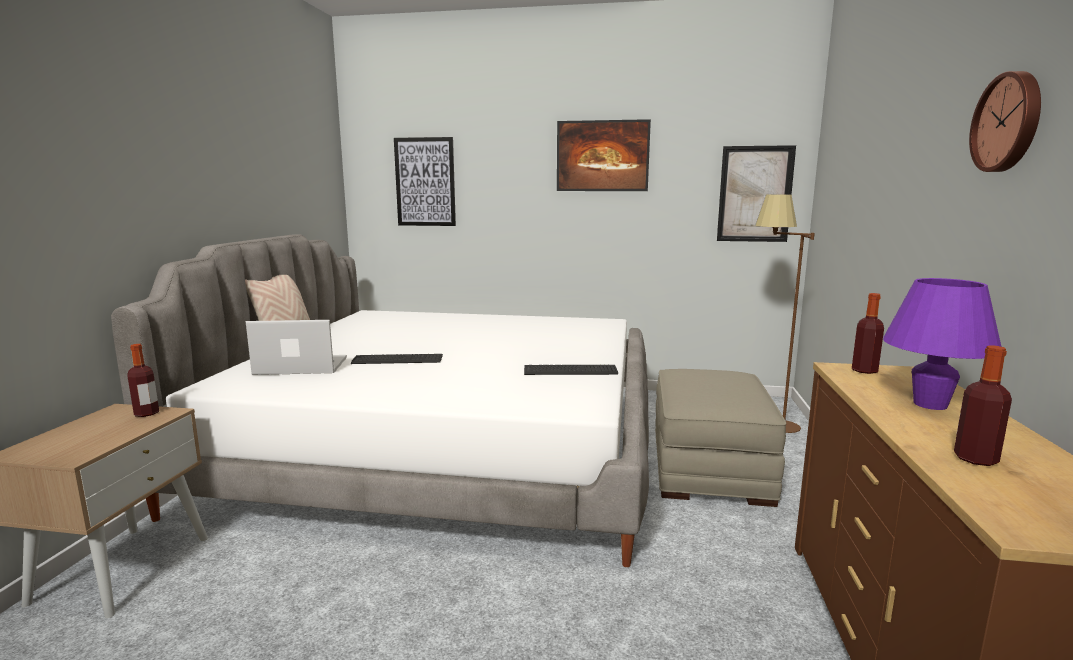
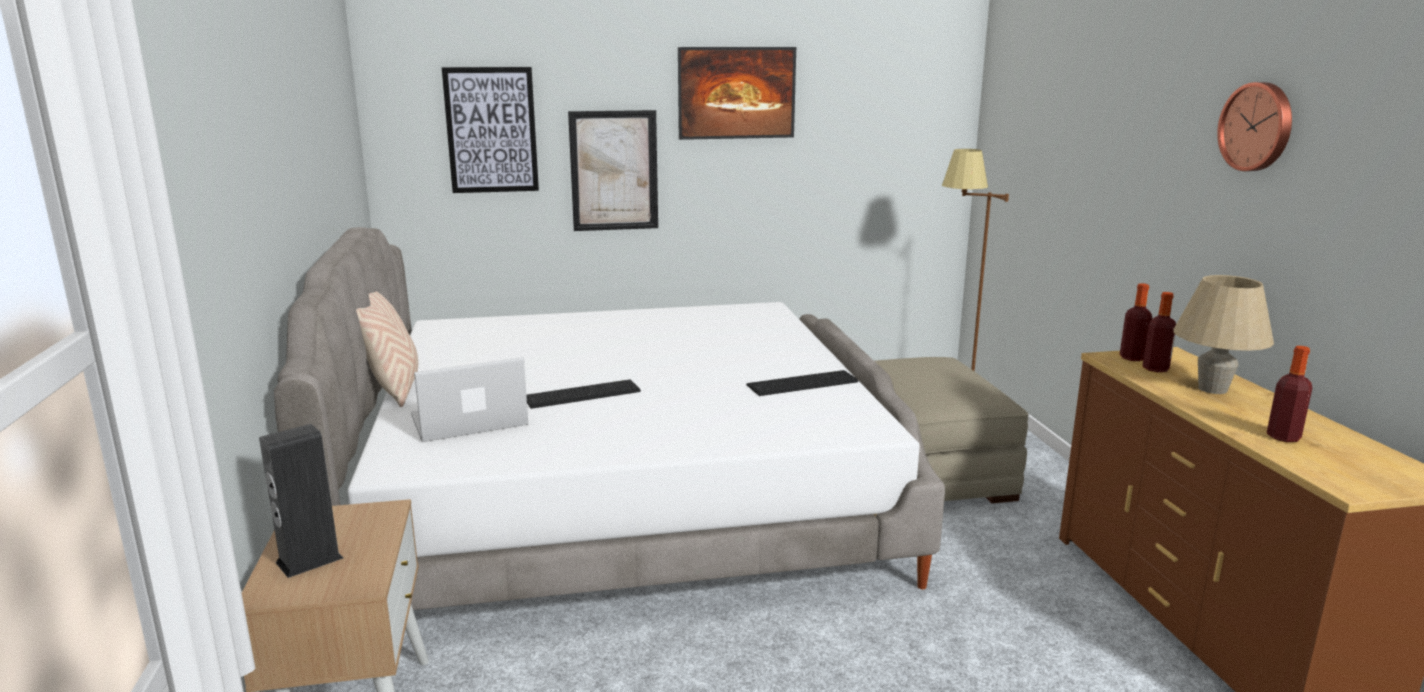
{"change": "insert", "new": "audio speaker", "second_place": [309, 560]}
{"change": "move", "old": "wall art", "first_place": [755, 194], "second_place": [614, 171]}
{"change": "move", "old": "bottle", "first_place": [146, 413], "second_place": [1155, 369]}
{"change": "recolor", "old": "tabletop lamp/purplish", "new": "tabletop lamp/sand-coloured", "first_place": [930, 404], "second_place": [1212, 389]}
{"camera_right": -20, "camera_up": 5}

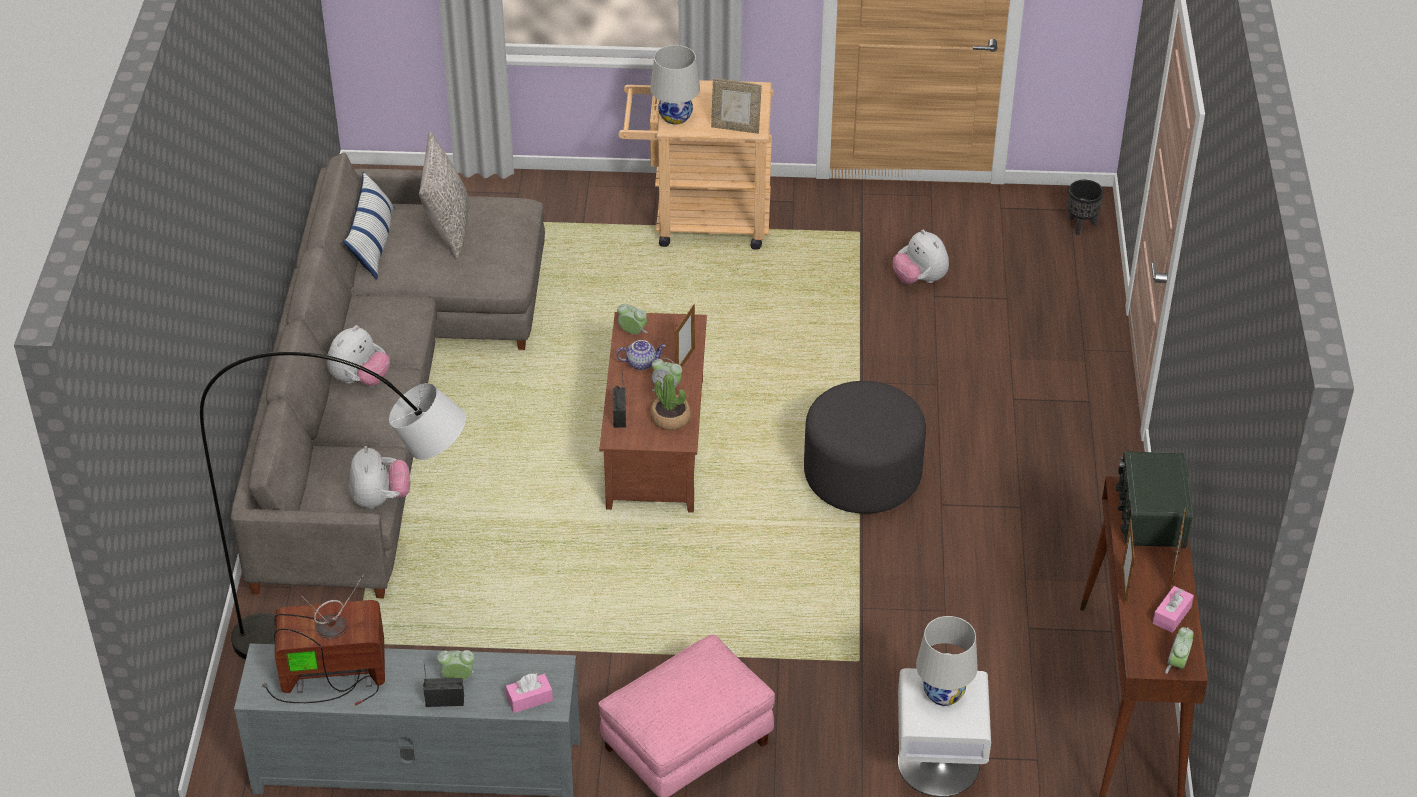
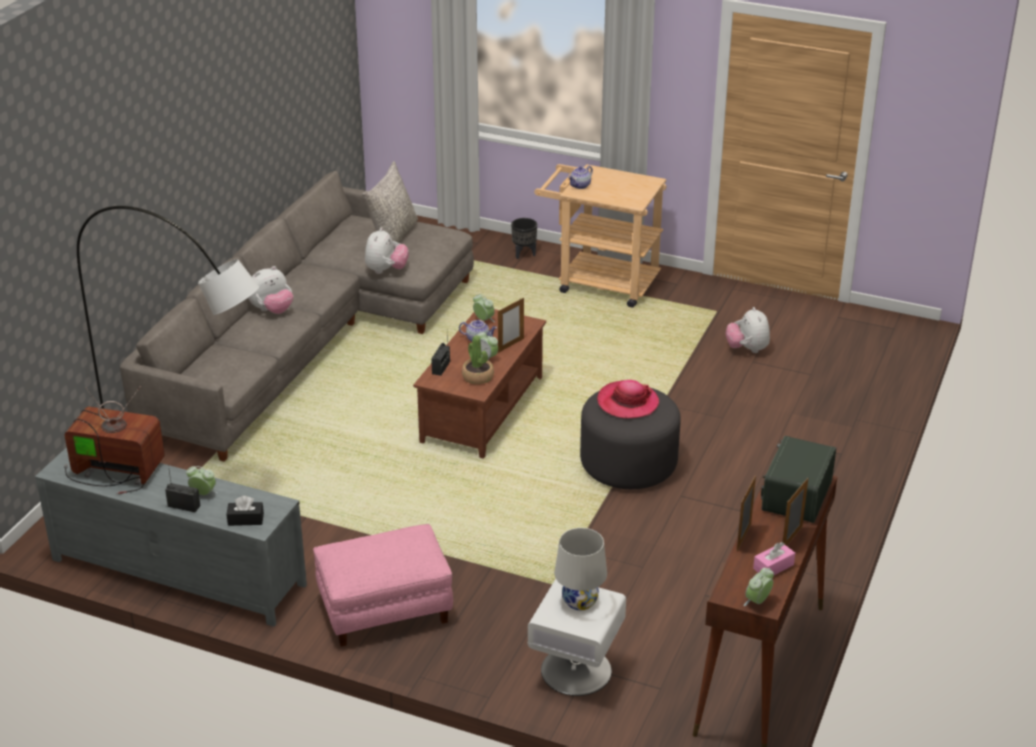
{"change": "recolor", "old": "tissue holder/pink-coloured", "new": "tissue holder/black", "first_place": [529, 699], "second_place": [245, 519]}
{"change": "move", "old": "plush toy", "first_place": [380, 499], "second_place": [386, 270]}
{"change": "move", "old": "flower pot/black", "first_place": [1081, 226], "second_place": [524, 254]}
{"change": "replace", "old": "tabletop lamp/white-coloured", "new": "pot for tea", "first_place": [675, 116], "second_place": [580, 186]}
{"change": "insert", "new": "clothing hat", "second_place": [627, 402]}
{"change": "delete", "old": "pillow", "first_place": [373, 243]}
{"change": "delete", "old": "photo frame", "first_place": [735, 128]}
{"camera_right": 20, "camera_up": -10}

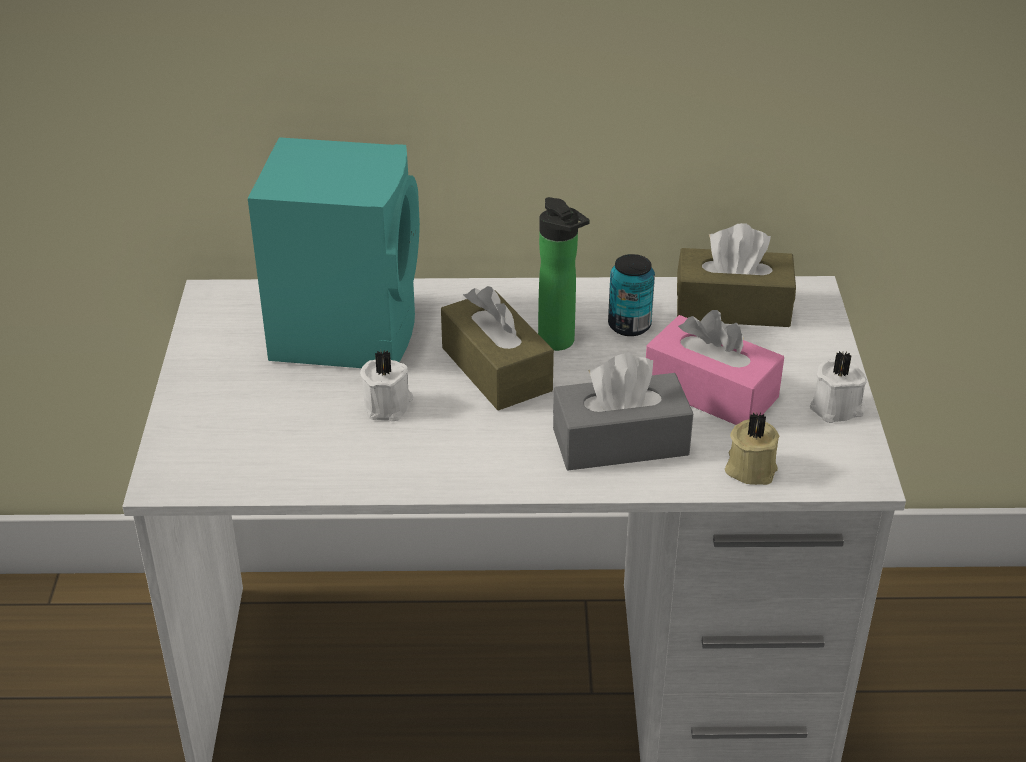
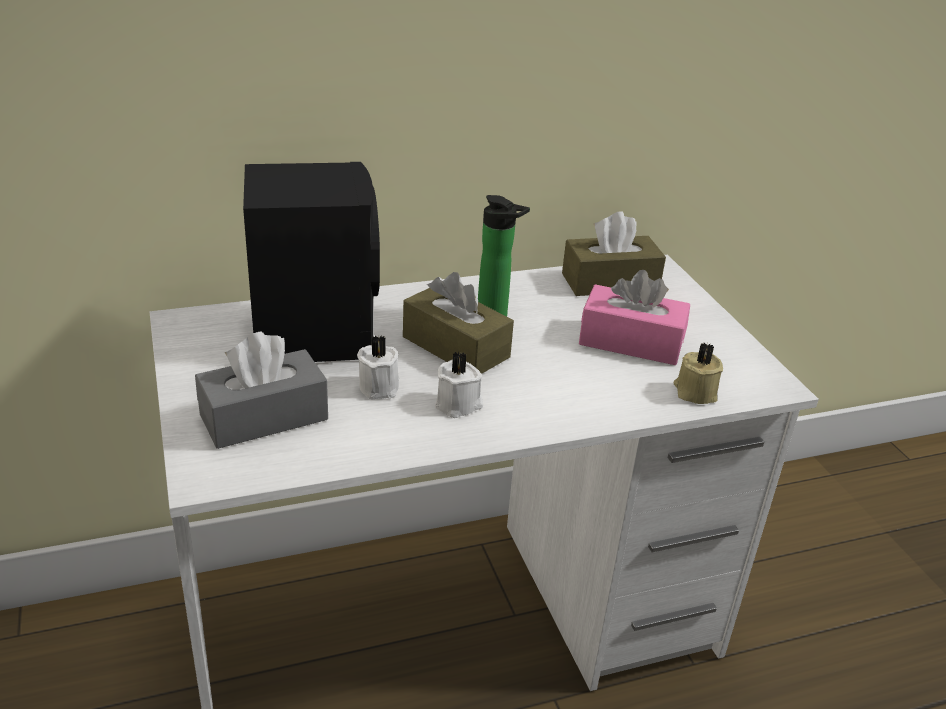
{"change": "move", "old": "tissue holder/greyish", "first_place": [620, 442], "second_place": [264, 417]}
{"change": "recolor", "old": "audio speaker/blue-green", "new": "audio speaker/black", "first_place": [347, 330], "second_place": [314, 333]}
{"change": "move", "old": "wax light/white-coloured", "first_place": [837, 408], "second_place": [459, 405]}
{"change": "delete", "old": "sealed can", "first_place": [629, 325]}
{"camera_right": -20, "camera_up": -5}

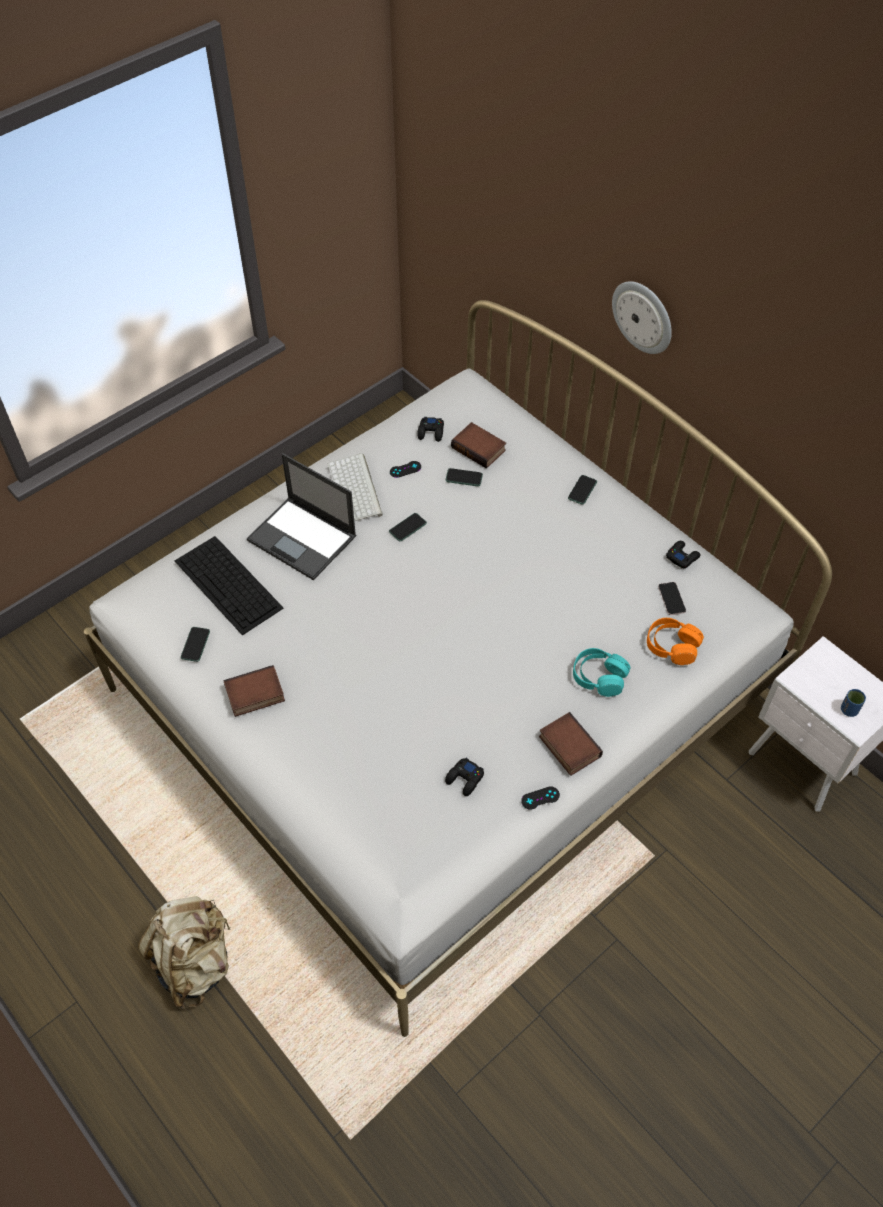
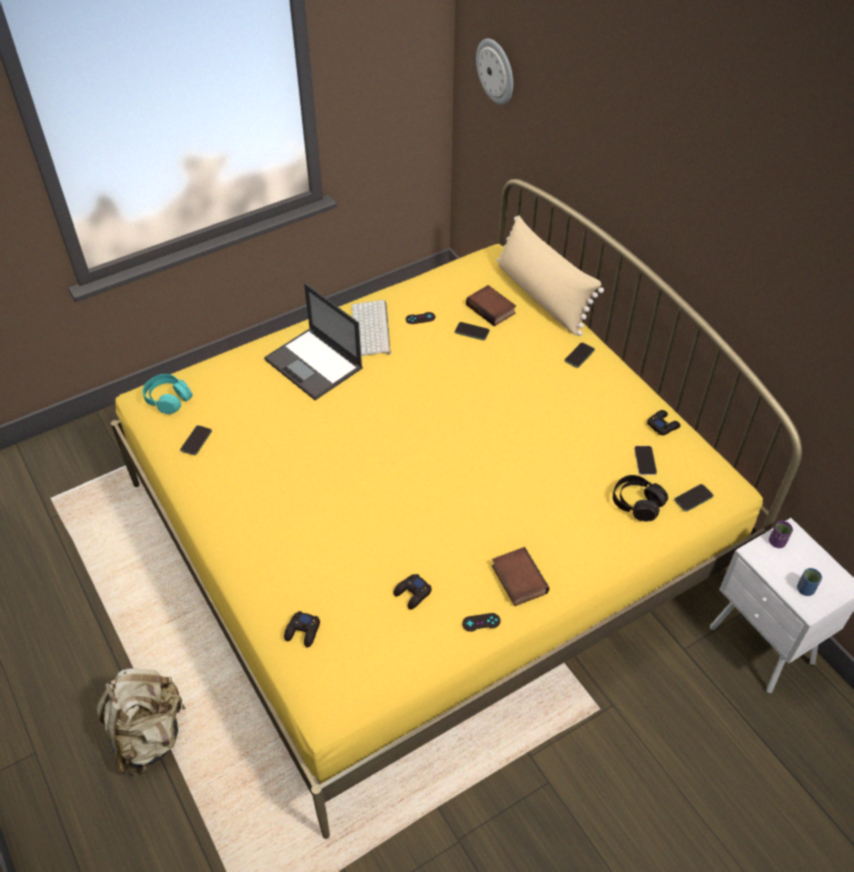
{"change": "recolor", "old": "sleeping bed/white-coloured", "new": "sleeping bed/yellow", "first_place": [442, 697], "second_place": [427, 534]}
{"change": "move", "old": "headset/blue-green", "first_place": [599, 677], "second_place": [168, 399]}
{"change": "move", "old": "game controller/black", "first_place": [431, 432], "second_place": [303, 632]}
{"change": "move", "old": "hanging clock", "first_place": [643, 316], "second_place": [496, 71]}
{"change": "insert", "new": "pillow/sand-coloured", "second_place": [542, 296]}
{"change": "recolor", "old": "headset/orange-coloured", "new": "headset/black", "first_place": [672, 646], "second_place": [637, 503]}
{"change": "move", "old": "telephone", "first_place": [407, 527], "second_place": [693, 498]}
{"change": "insert", "new": "drinking cup/purplish", "second_place": [777, 542]}
{"change": "delete", "old": "computer keyboard", "first_place": [229, 585]}
{"change": "delete", "old": "book", "first_place": [254, 695]}
{"camera_right": 10, "camera_up": -5}

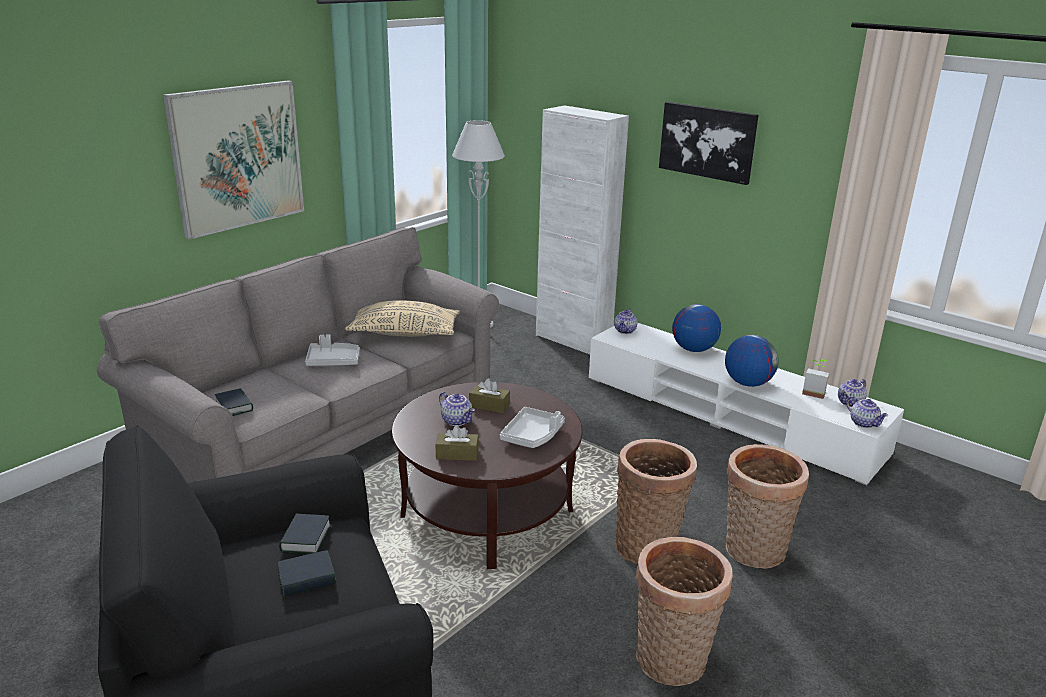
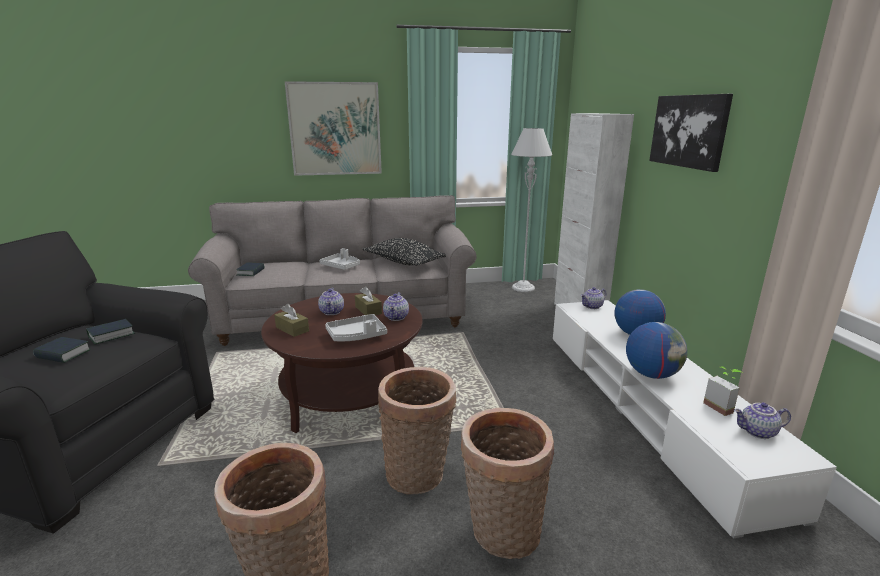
{"change": "recolor", "old": "pillow/sand-coloured", "new": "pillow/black", "first_place": [404, 333], "second_place": [404, 262]}
{"change": "move", "old": "pot for tea", "first_place": [864, 423], "second_place": [396, 317]}
{"camera_right": 40, "camera_up": -5}

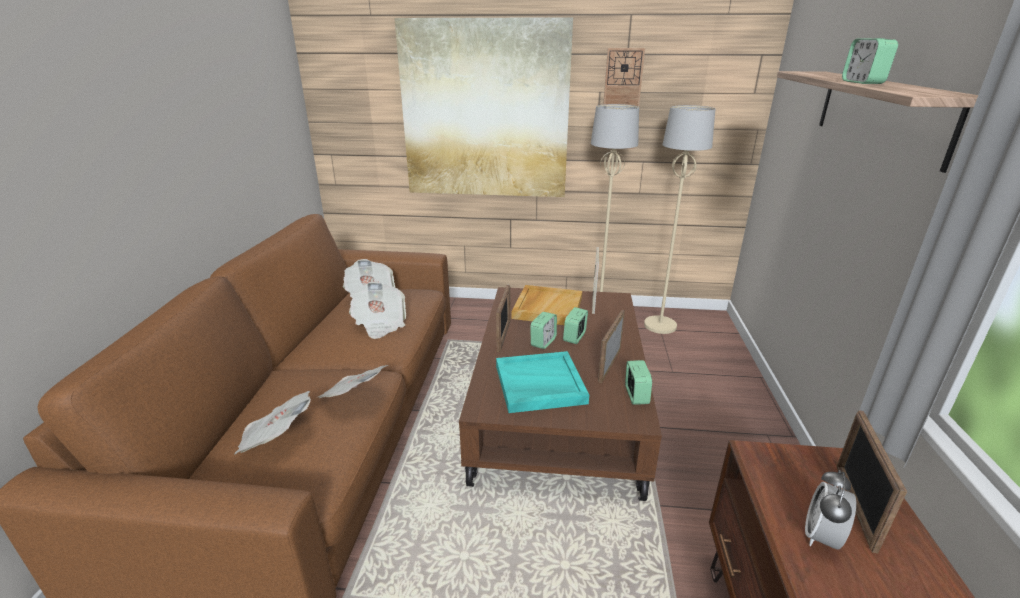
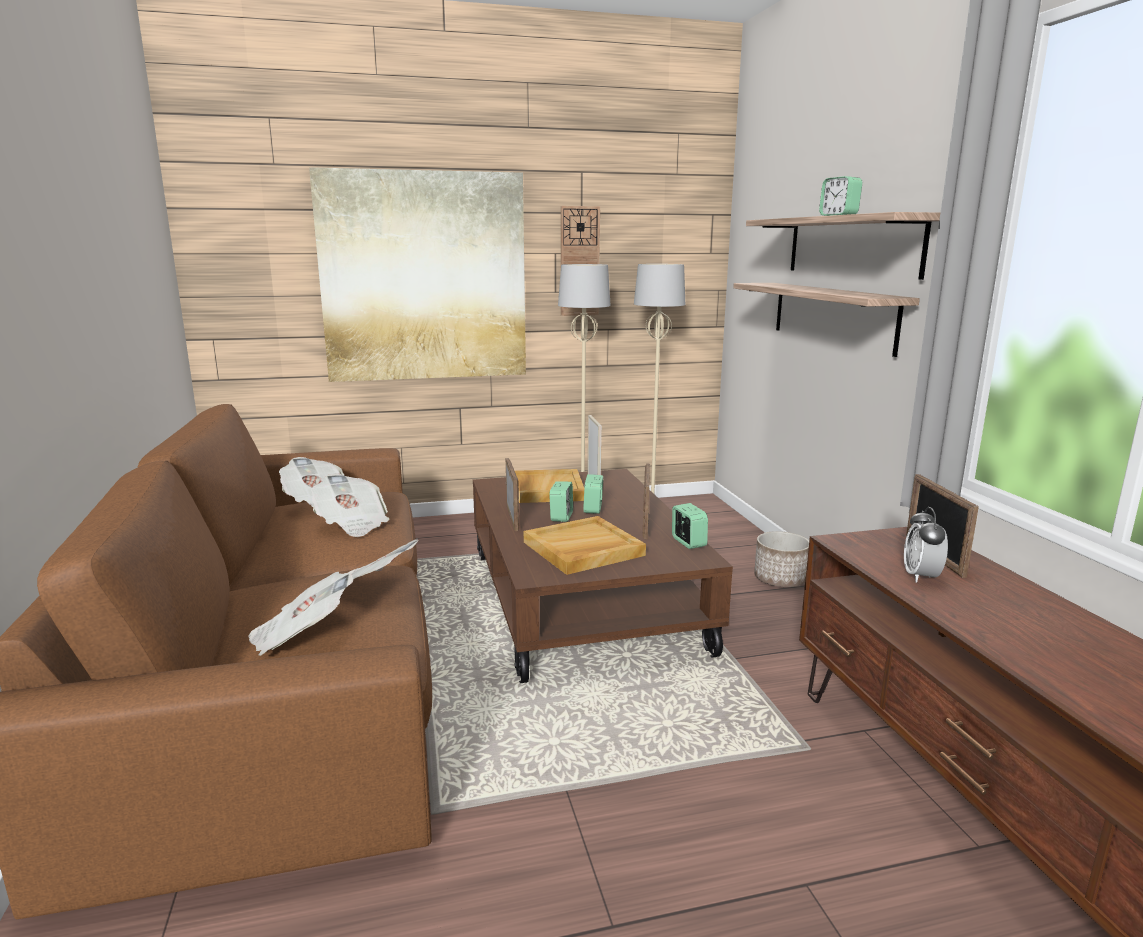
{"change": "recolor", "old": "tray/blue-green", "new": "tray/sand-coloured", "first_place": [539, 385], "second_place": [583, 549]}
{"change": "insert", "new": "bracket shelf", "second_place": [832, 315]}
{"change": "insert", "new": "flower pot", "second_place": [780, 579]}
{"camera_right": -20, "camera_up": -10}

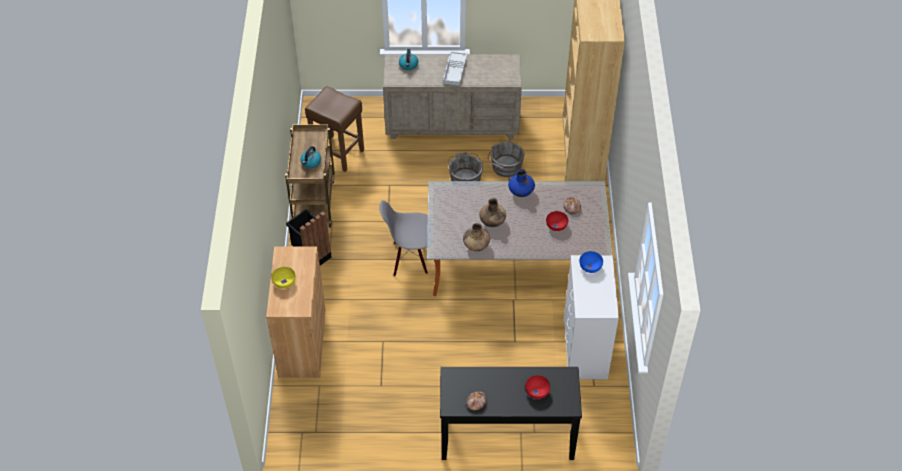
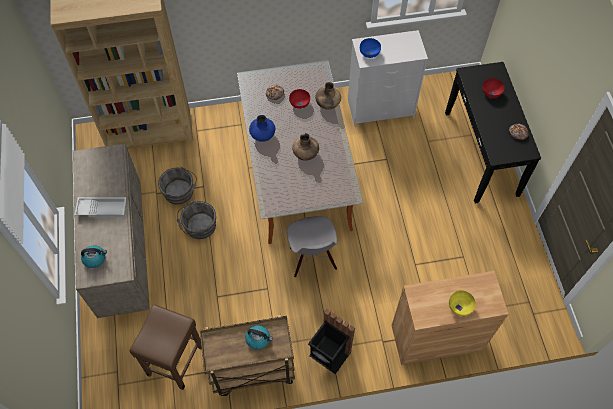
{"change": "move", "old": "vase/brown", "first_place": [476, 245], "second_place": [327, 104]}
{"camera_right": -100, "camera_up": 10}

